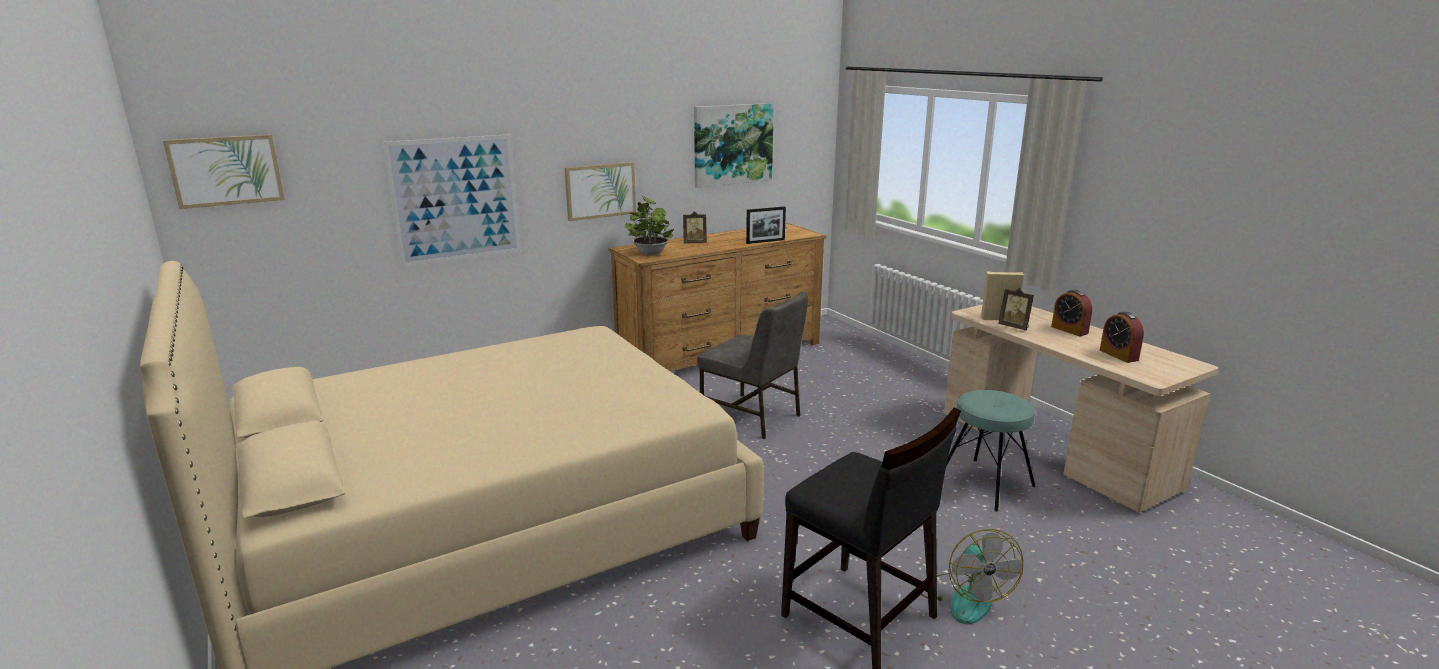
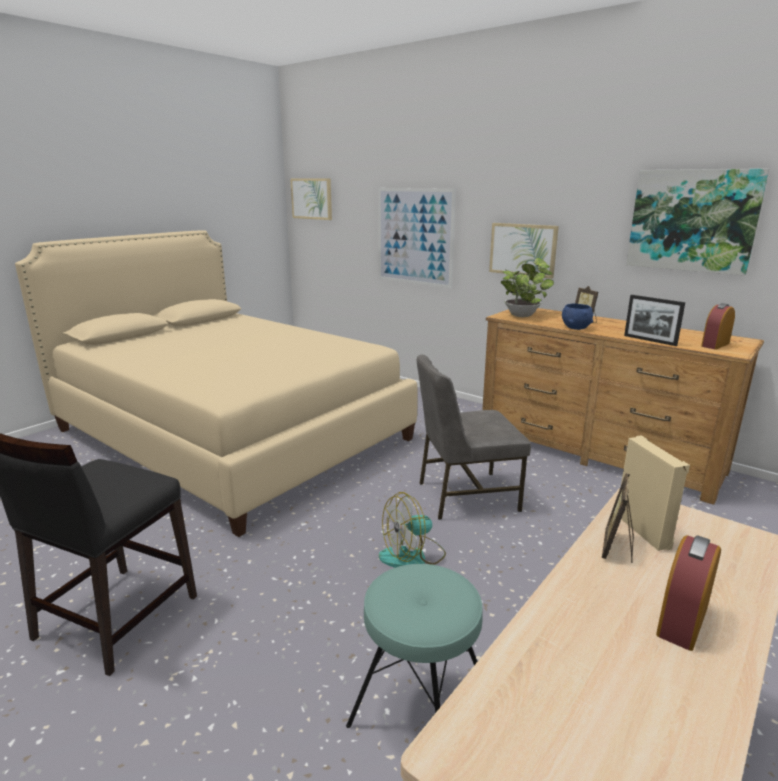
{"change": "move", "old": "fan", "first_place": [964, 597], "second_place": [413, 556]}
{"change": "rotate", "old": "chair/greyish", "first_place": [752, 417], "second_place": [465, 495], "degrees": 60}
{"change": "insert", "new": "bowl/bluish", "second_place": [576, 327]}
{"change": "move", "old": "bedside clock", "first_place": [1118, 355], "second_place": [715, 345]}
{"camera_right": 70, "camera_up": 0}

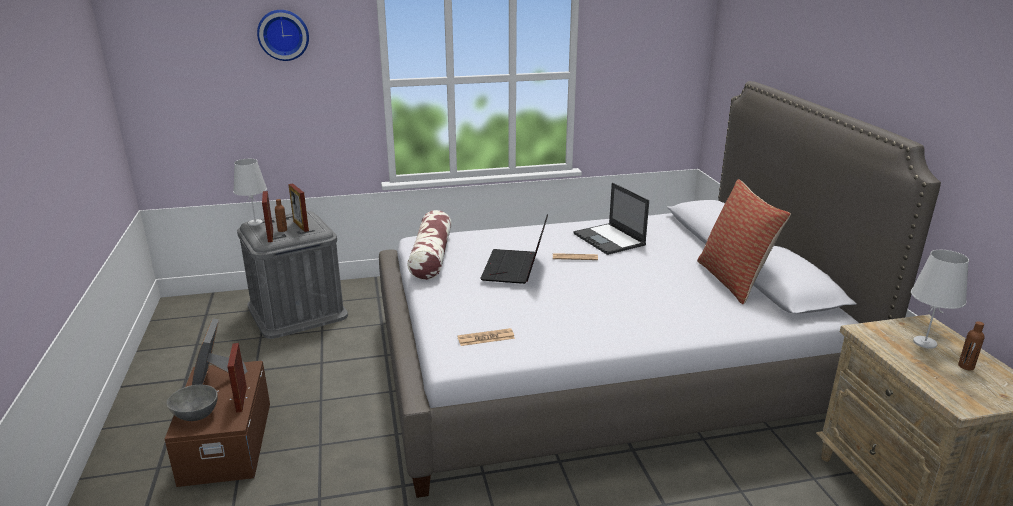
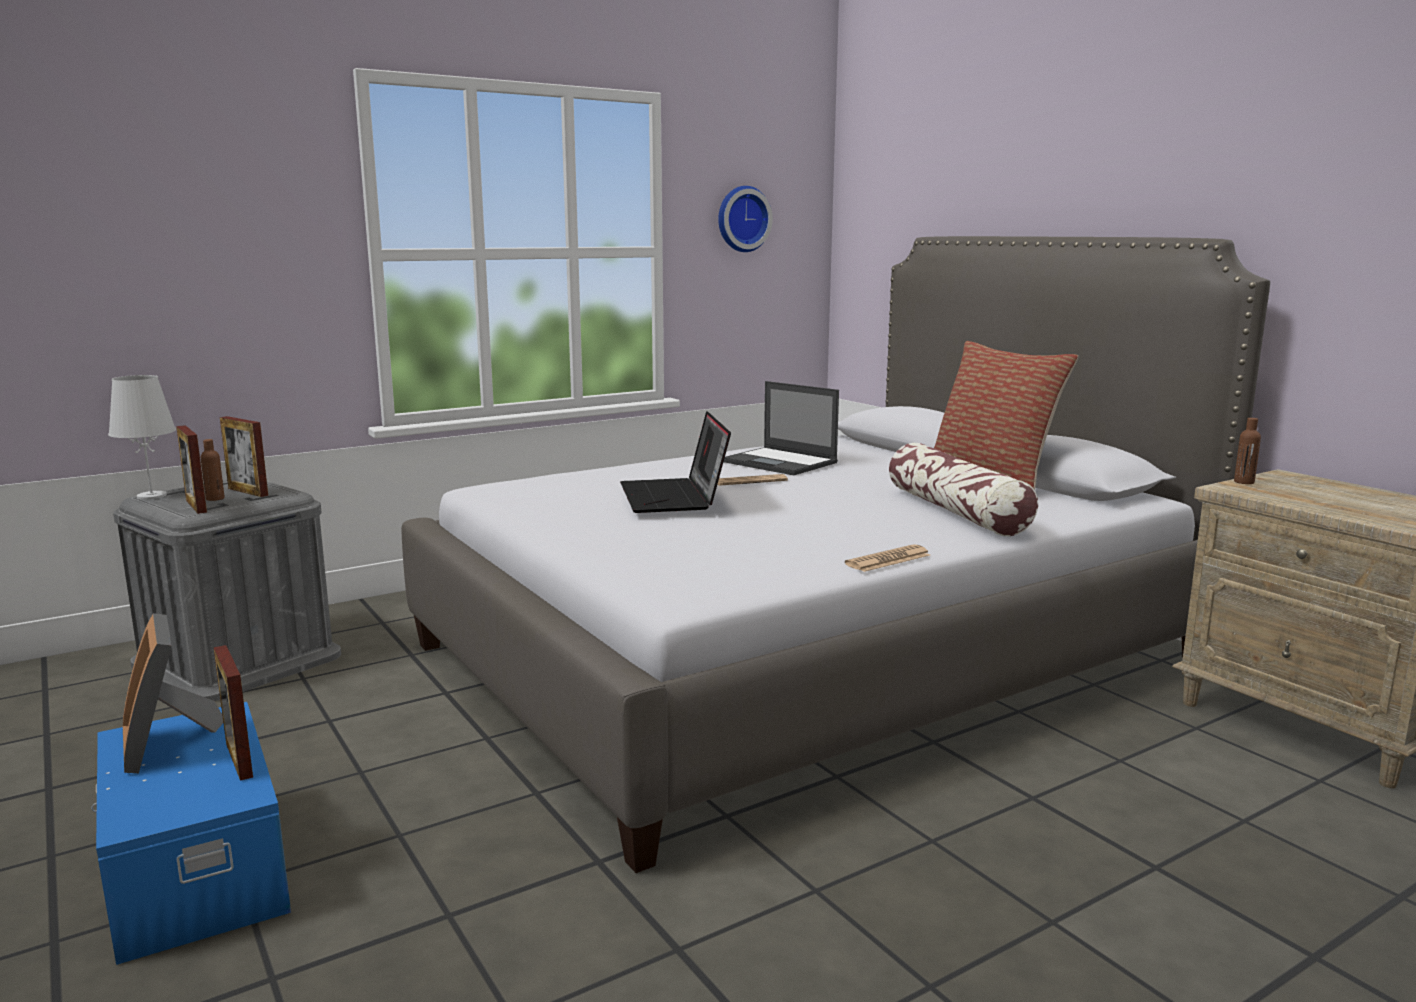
{"change": "recolor", "old": "storage bin/brown", "new": "storage bin/bluish", "first_place": [225, 442], "second_place": [193, 870]}
{"change": "move", "old": "hanging clock", "first_place": [283, 34], "second_place": [742, 219]}
{"change": "move", "old": "printed paper", "first_place": [486, 338], "second_place": [888, 560]}
{"change": "move", "old": "pillow", "first_place": [431, 256], "second_place": [956, 511]}
{"change": "move", "old": "bottle/brown", "first_place": [966, 366], "second_place": [1244, 482]}
{"change": "delete", "old": "bowl/greyish", "first_place": [195, 415]}
{"change": "delete", "old": "tabletop lamp/white-coloured", "first_place": [924, 342]}
{"camera_right": -20, "camera_up": -10}

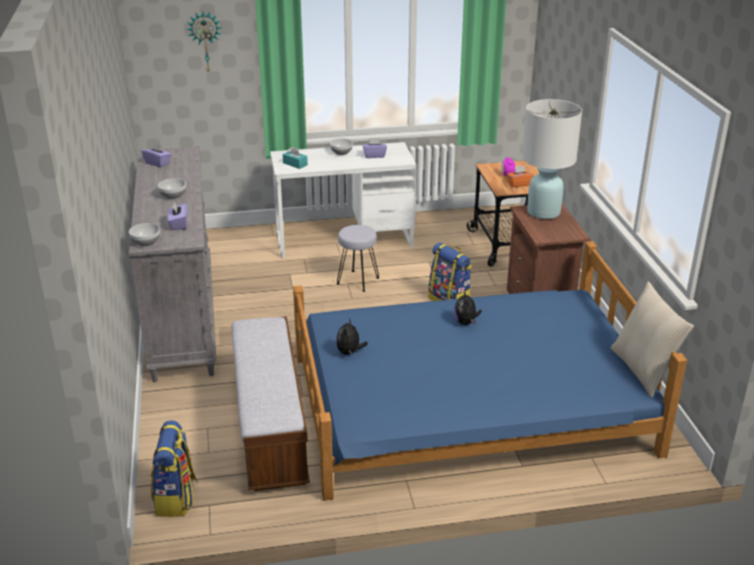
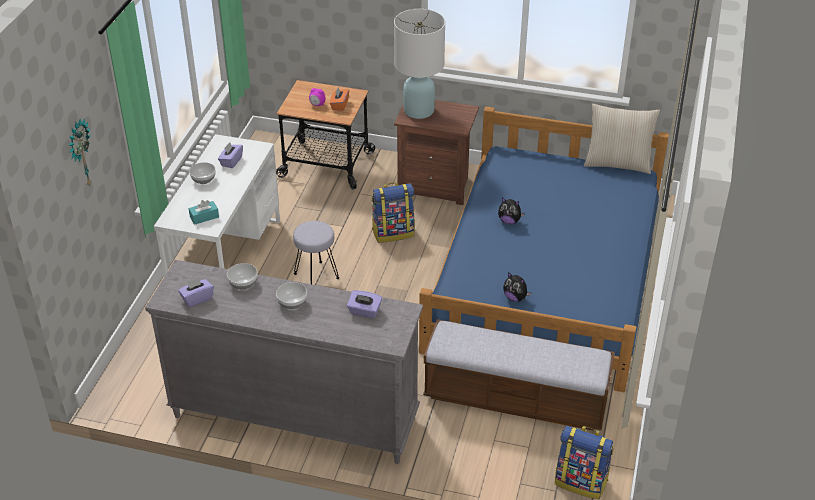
{"change": "move", "old": "bowl", "first_place": [146, 242], "second_place": [243, 283]}
{"camera_right": -65, "camera_up": 10}

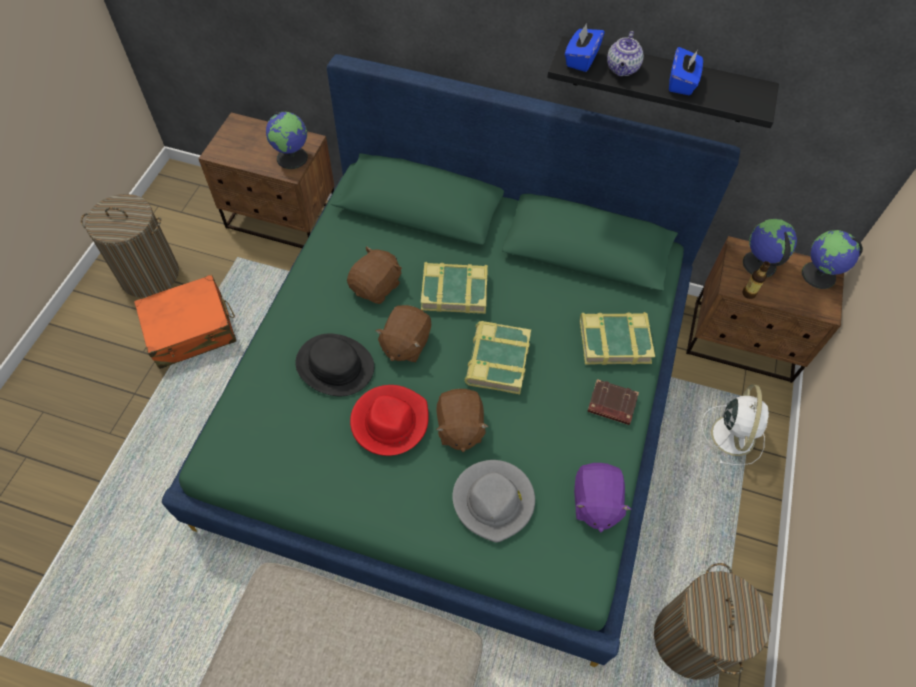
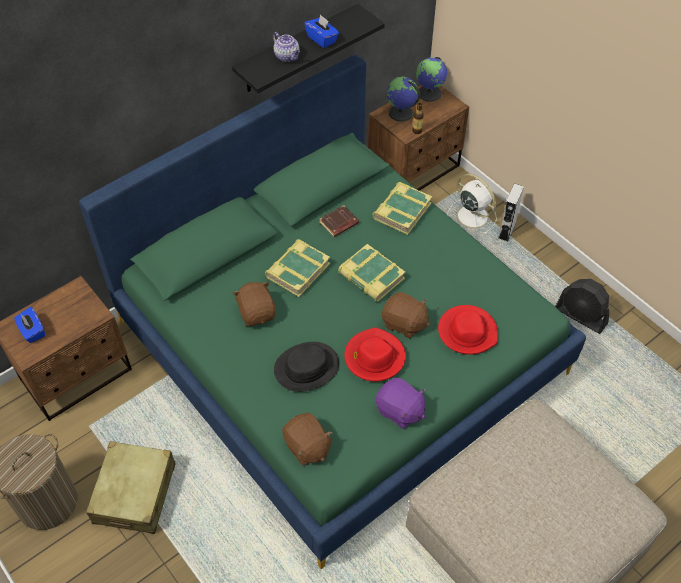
{"change": "move", "old": "tissue holder/bluish", "first_place": [581, 59], "second_place": [32, 331]}
{"change": "recolor", "old": "piece of luggage/orange-coloured", "new": "piece of luggage/sand-coloured", "first_place": [191, 330], "second_place": [135, 493]}
{"change": "move", "old": "plush toy/brown", "first_place": [405, 343], "second_place": [307, 447]}
{"change": "move", "old": "book/brown", "first_place": [611, 404], "second_place": [339, 224]}
{"change": "move", "old": "plush toy/purplish", "first_place": [595, 503], "second_place": [399, 411]}
{"change": "recolor", "old": "clothing hat/greyish", "new": "clothing hat/red-coloured", "first_place": [494, 500], "second_place": [467, 331]}
{"change": "insert", "new": "audio speaker/greyish", "second_place": [506, 231]}
{"change": "replace", "old": "washing basket", "new": "fan/black", "first_place": [691, 639], "second_place": [580, 316]}
{"change": "delete", "old": "globe", "first_place": [292, 157]}
{"camera_right": -55, "camera_up": -5}

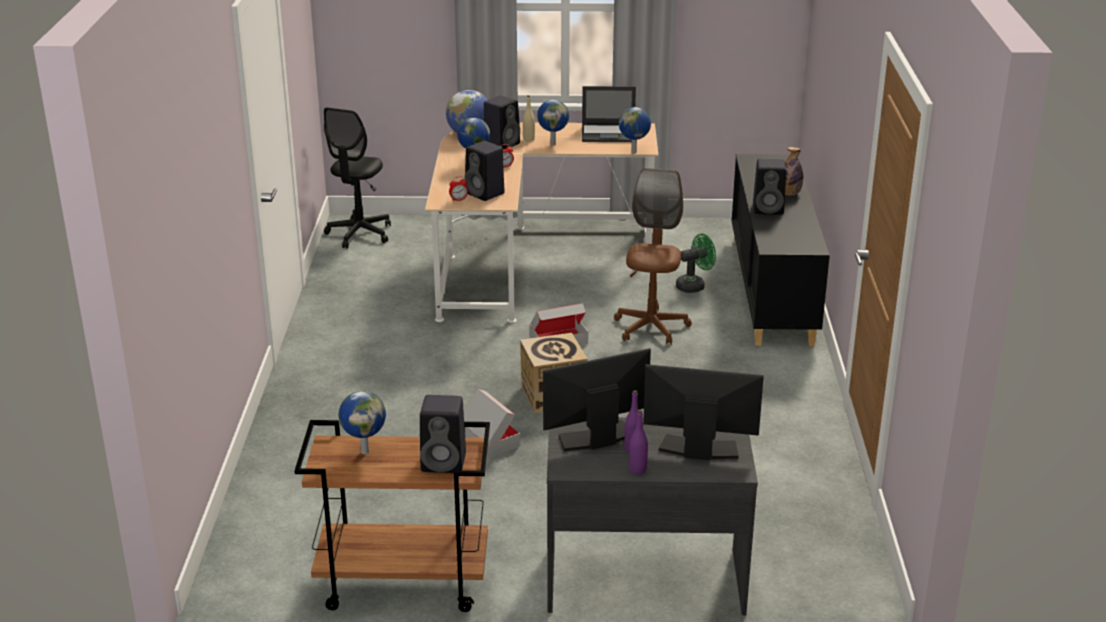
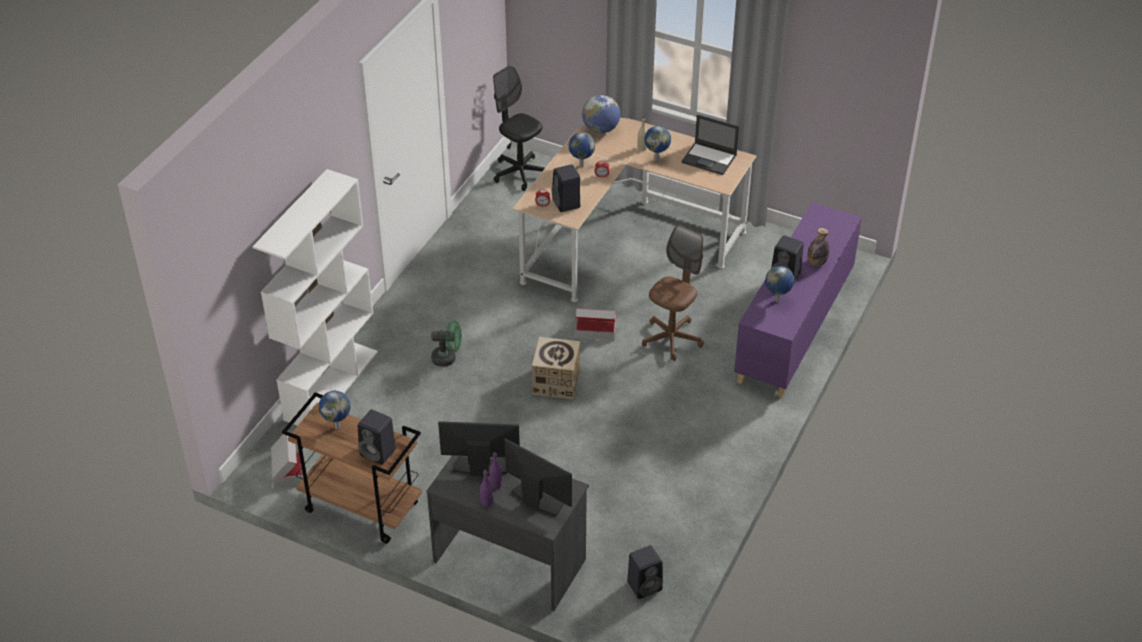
{"change": "insert", "new": "shelving unit/white-coloured", "second_place": [331, 385]}
{"change": "move", "old": "packing box", "first_place": [488, 439], "second_place": [287, 469]}
{"change": "move", "old": "fan/green", "first_place": [694, 285], "second_place": [448, 358]}
{"change": "rotate", "old": "office chair/black", "first_place": [359, 234], "second_place": [519, 173], "degrees": 90}
{"change": "move", "old": "audio speaker/black", "first_place": [502, 144], "second_place": [645, 585]}
{"change": "recolor", "old": "storage cabinet/black", "new": "storage cabinet/purplish", "first_place": [772, 290], "second_place": [794, 329]}
{"change": "move", "old": "globe", "first_place": [634, 152], "second_place": [777, 301]}
{"camera_right": 25, "camera_up": 15}

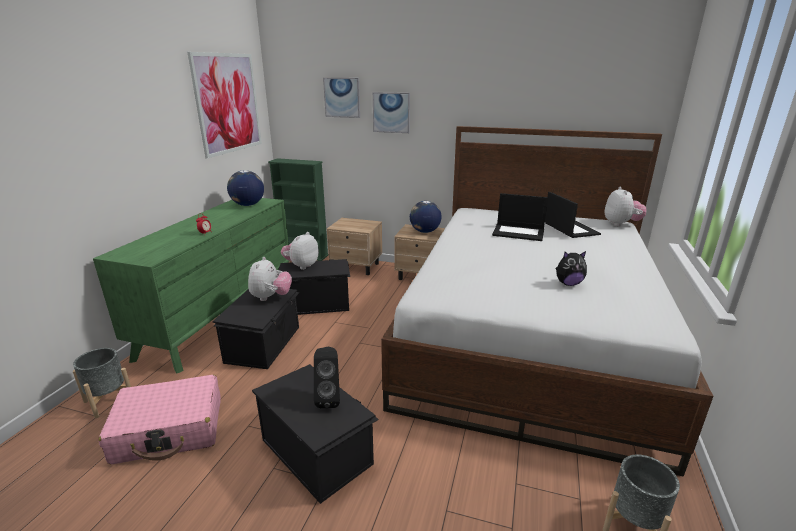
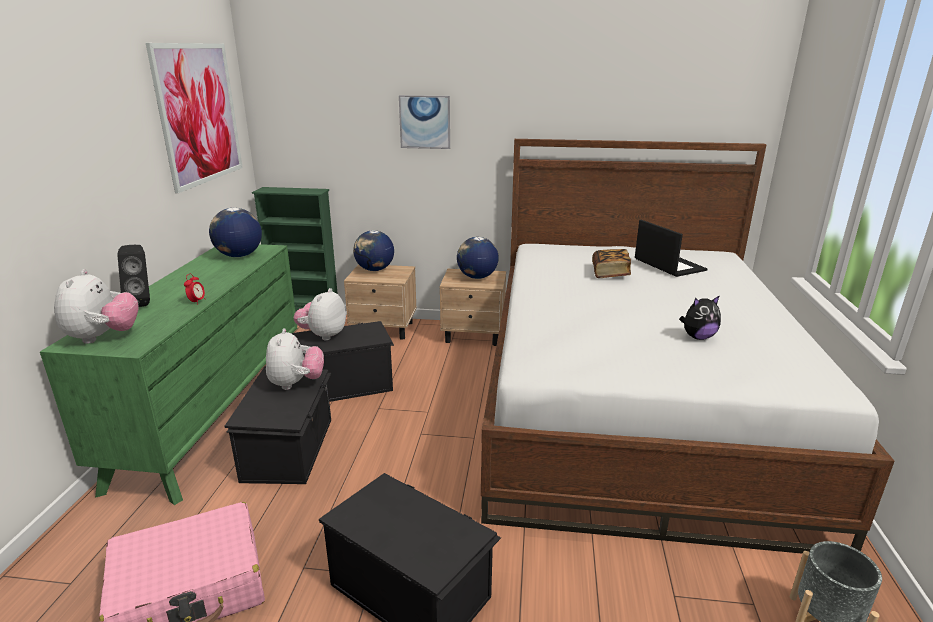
{"change": "move", "old": "plush toy", "first_place": [621, 224], "second_place": [103, 337]}
{"change": "move", "old": "audio speaker/black", "first_place": [329, 398], "second_place": [143, 302]}
{"change": "insert", "new": "globe", "second_place": [374, 270]}
{"change": "replace", "old": "notebook computer", "new": "book", "first_place": [519, 232], "second_place": [610, 273]}
{"change": "delete", "old": "flower pot/greyish", "first_place": [109, 401]}
{"change": "delete", "old": "wall art", "first_place": [342, 97]}
{"camera_right": -10, "camera_up": 0}

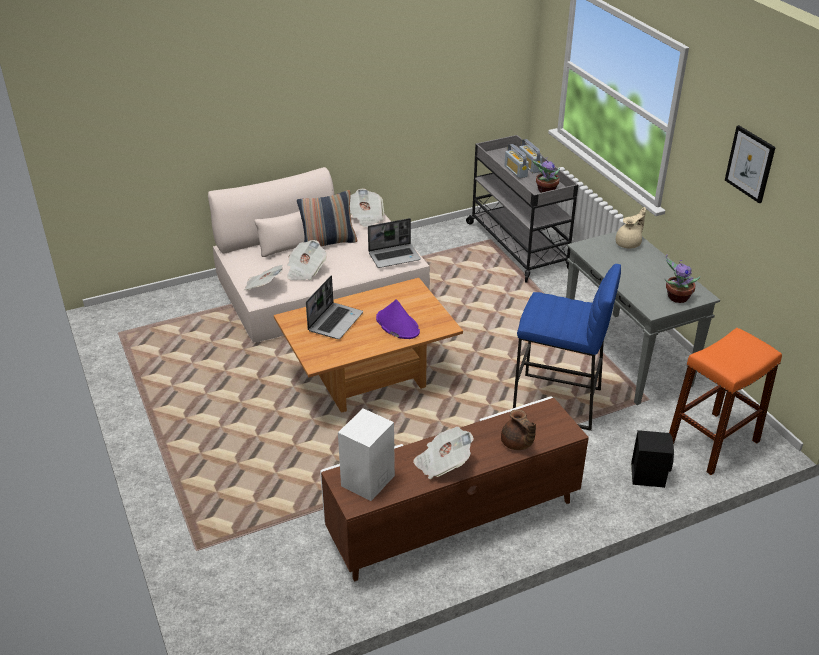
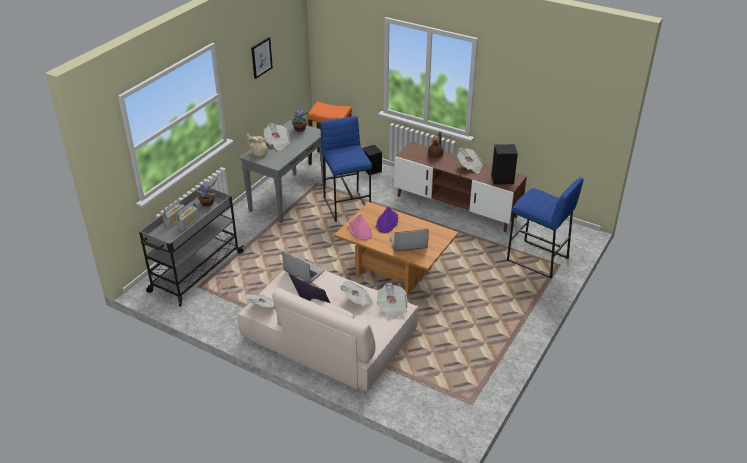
{"change": "insert", "new": "printed paper", "second_place": [277, 143]}
{"change": "insert", "new": "clothing hat/pink-coloured", "second_place": [360, 230]}
{"change": "recolor", "old": "audio speaker/white-coloured", "new": "audio speaker/black", "first_place": [367, 481], "second_place": [503, 179]}
{"change": "insert", "new": "stool/bluish", "second_place": [537, 259]}
{"camera_right": -125, "camera_up": 0}

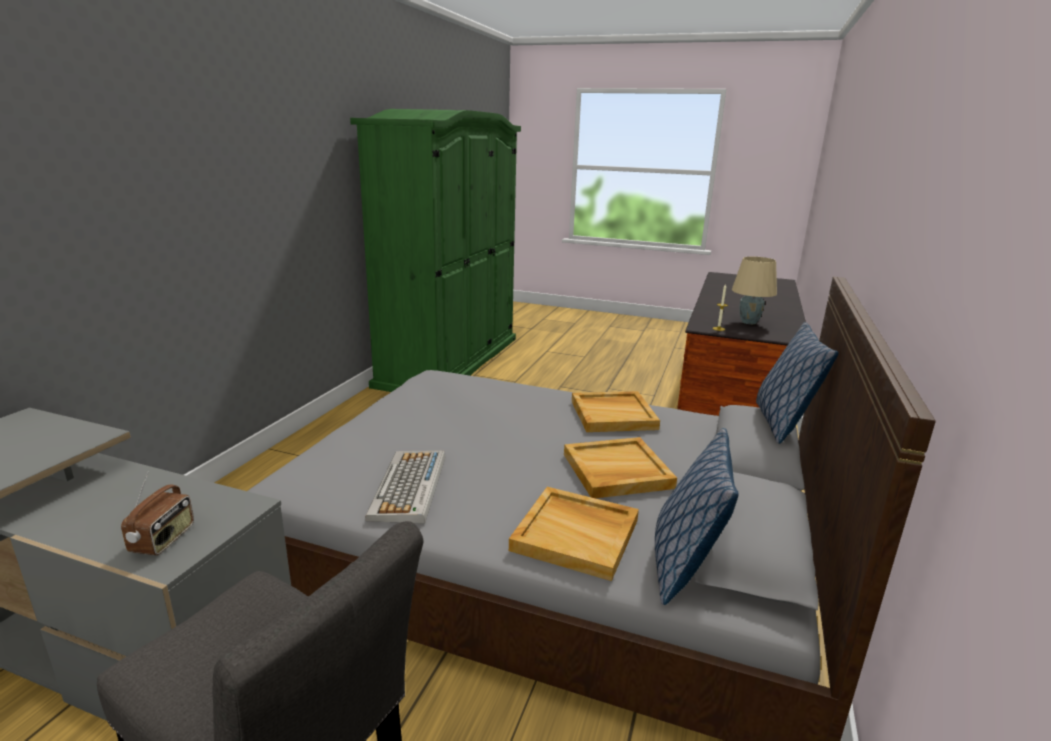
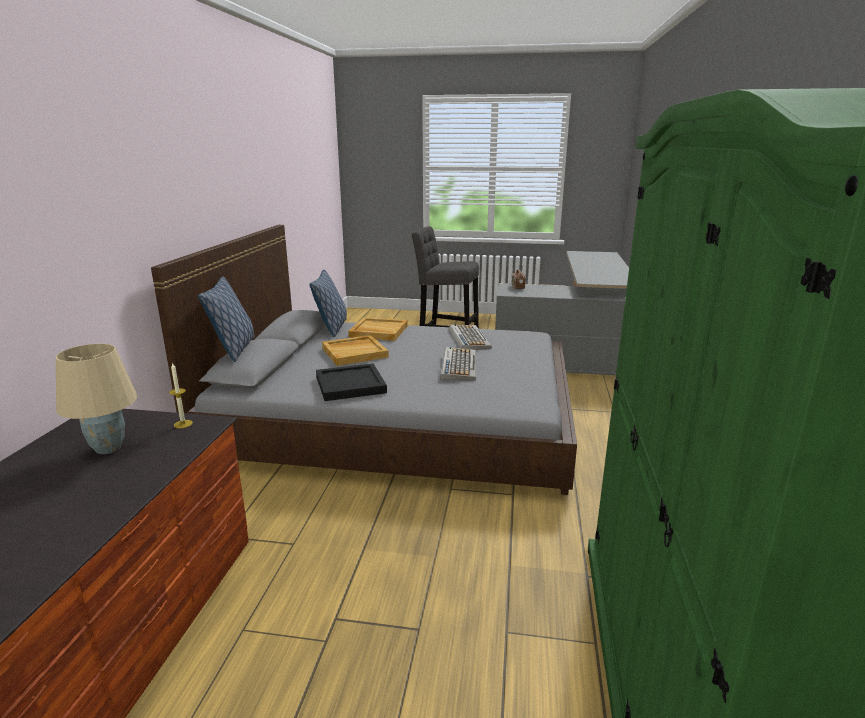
{"change": "recolor", "old": "tray/sand-coloured", "new": "tray/black", "first_place": [613, 414], "second_place": [350, 385]}
{"change": "insert", "new": "computer keyboard", "second_place": [458, 365]}
{"camera_right": 170, "camera_up": 0}

